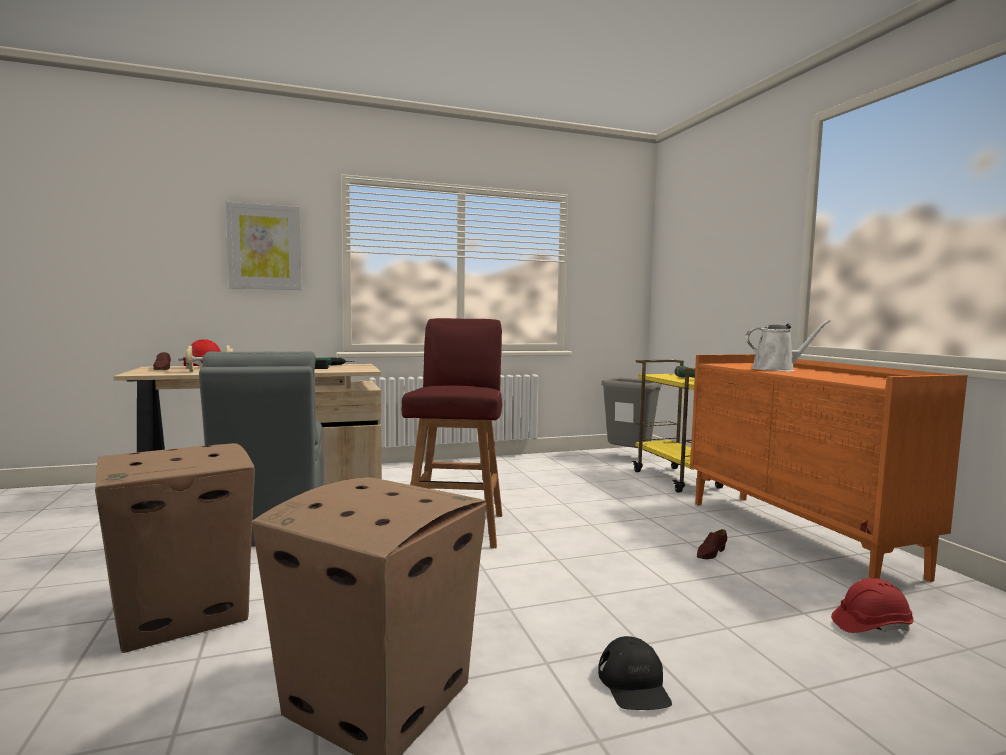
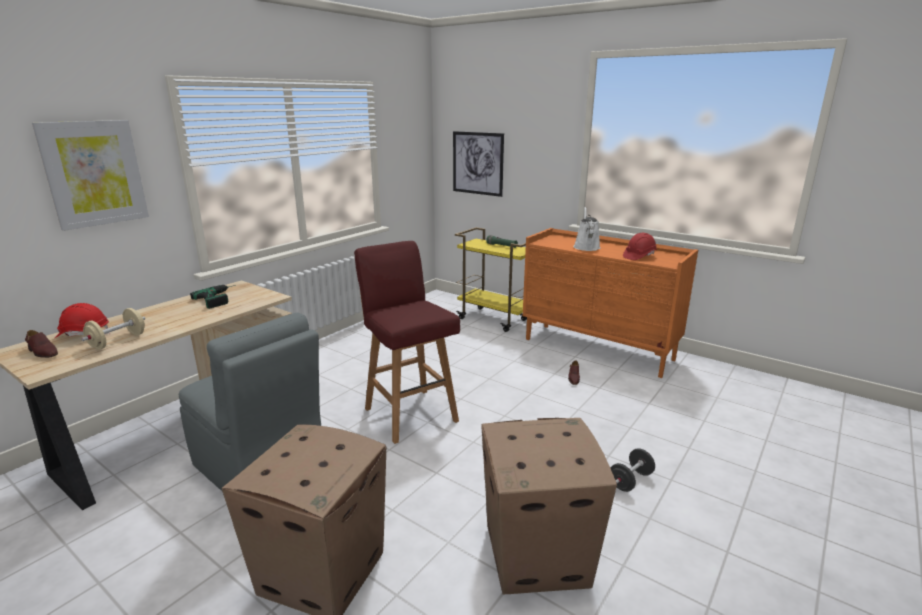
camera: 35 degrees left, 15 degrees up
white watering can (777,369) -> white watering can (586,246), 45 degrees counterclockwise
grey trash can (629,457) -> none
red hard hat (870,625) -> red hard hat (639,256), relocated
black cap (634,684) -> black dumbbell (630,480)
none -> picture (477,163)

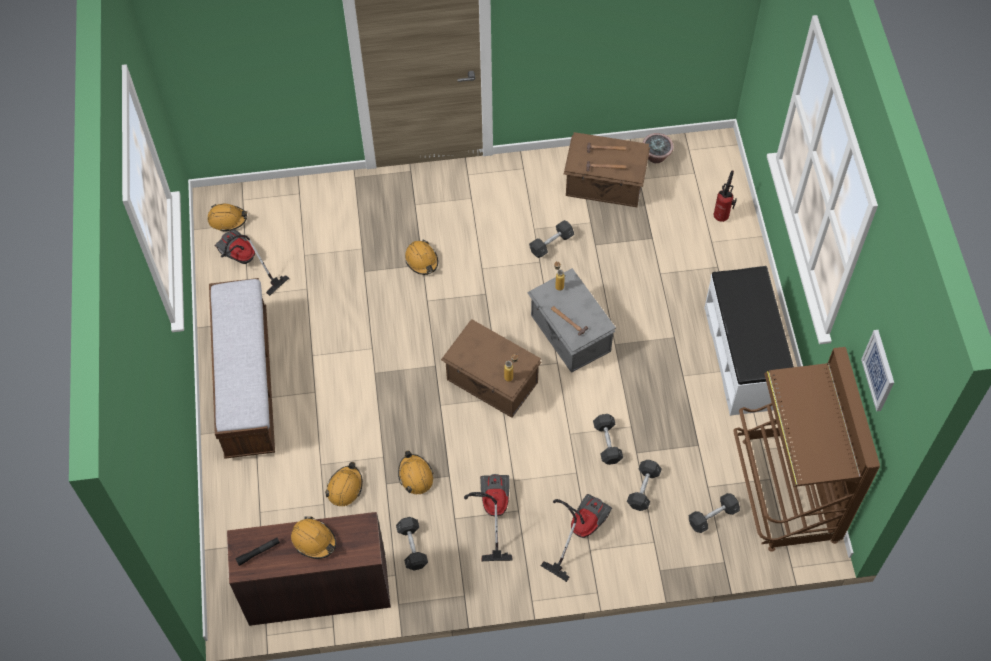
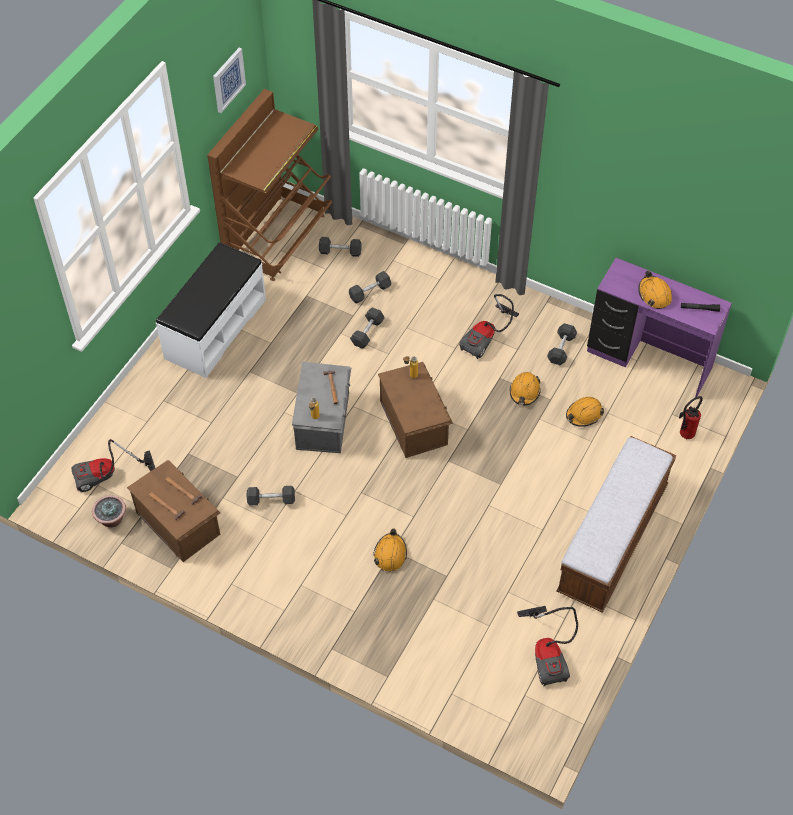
camera: 145 degrees left, 5 degrees down
fire extinguisher (722,215) -> fire extinguisher (684,435), relocated
orange hard hat (227,219) -> none
vacuum cleaner (578,530) -> vacuum cleaner (107,477), relocated
brown desk (317,590) -> purple desk (648,361)

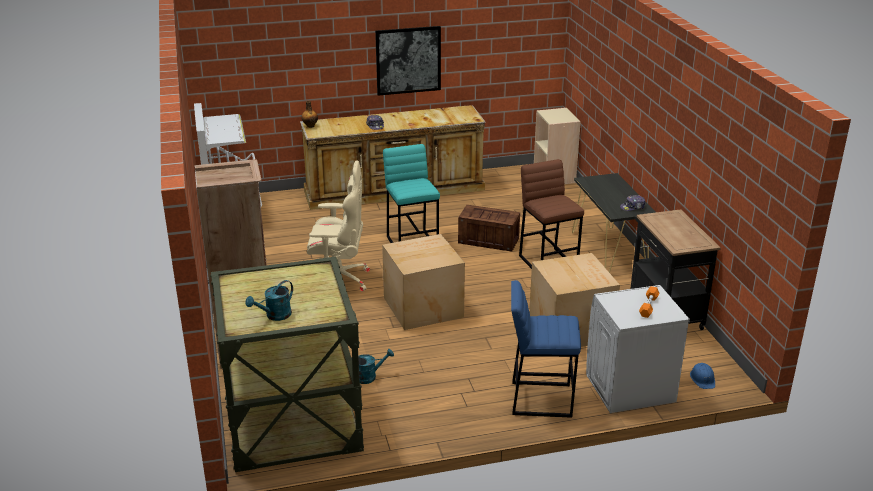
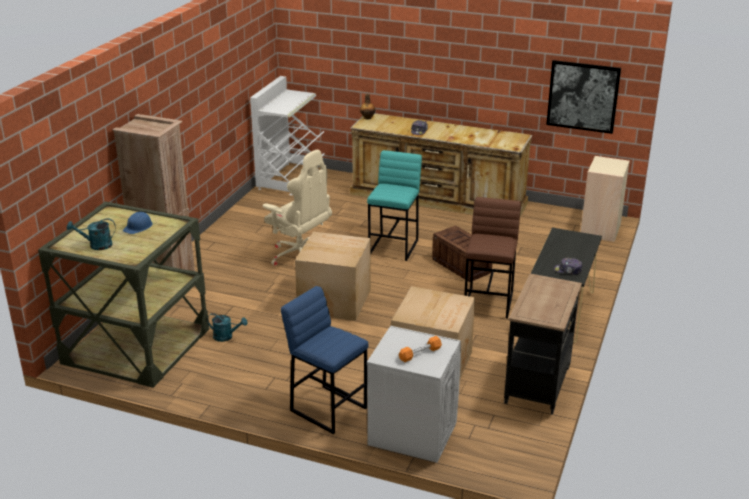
camera: 35 degrees right, 0 degrees up
picture (408,60) -> picture (583,96), relocated
blue hard hat (702,379) -> blue hard hat (138,227), relocated

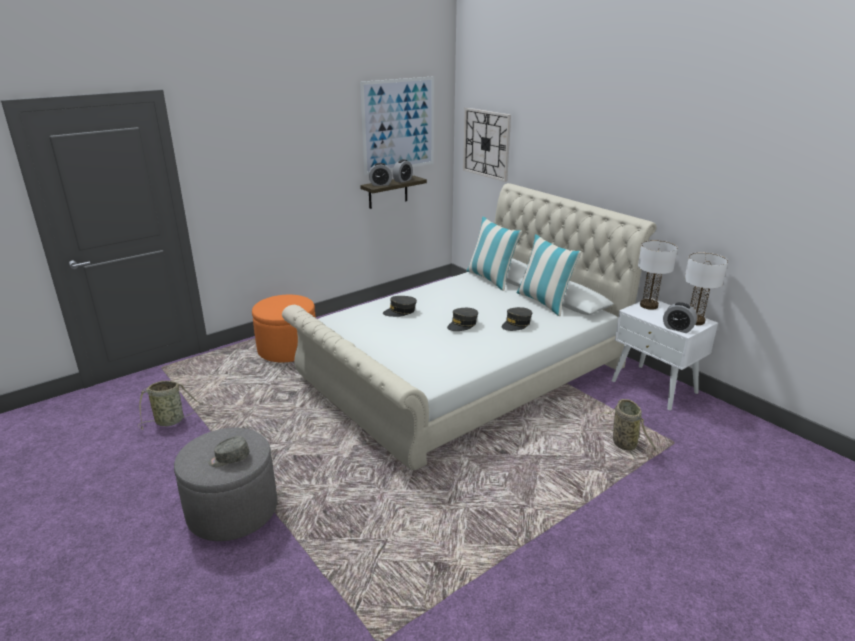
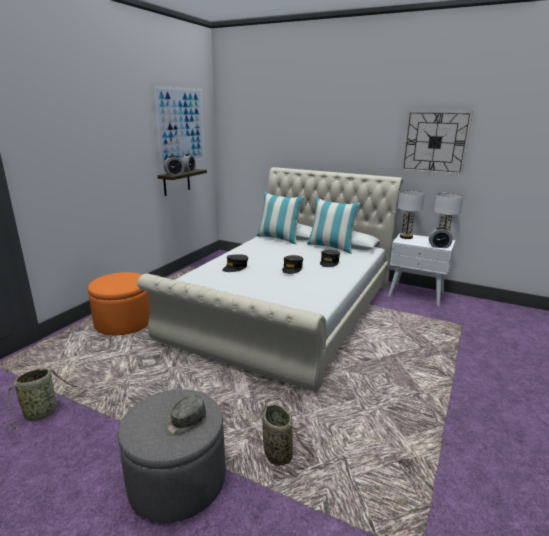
camera: 25 degrees left, 5 degrees down
wall clock (486,144) -> wall clock (435,142), relocated
basket (622,442) -> basket (276,454), relocated

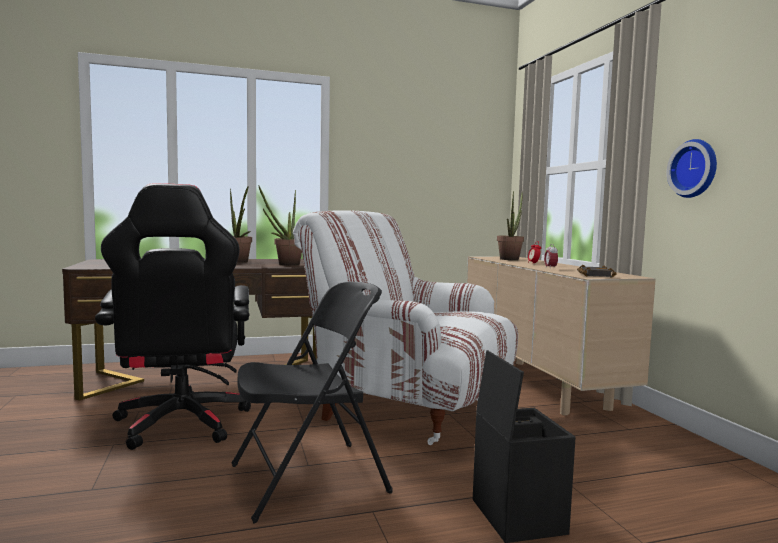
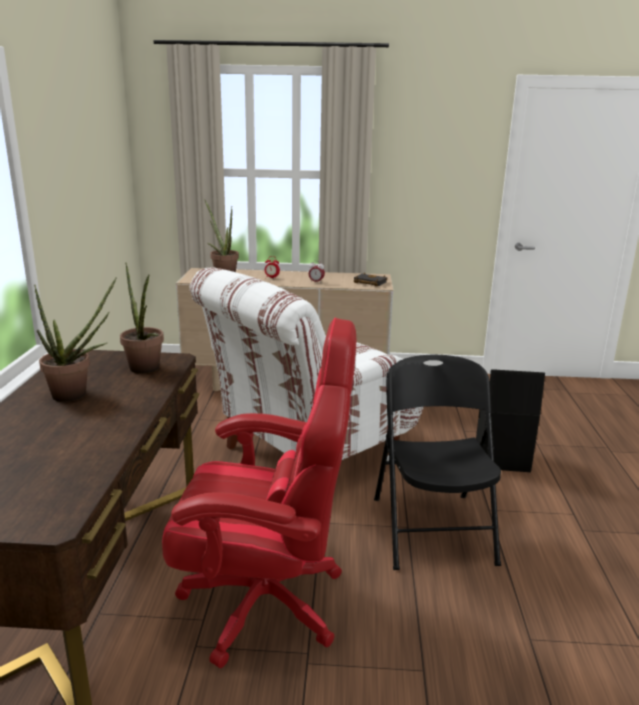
camera: 70 degrees left, 15 degrees up
wall clock (695,169) -> none
black office chair (182,422) -> red office chair (263,603)

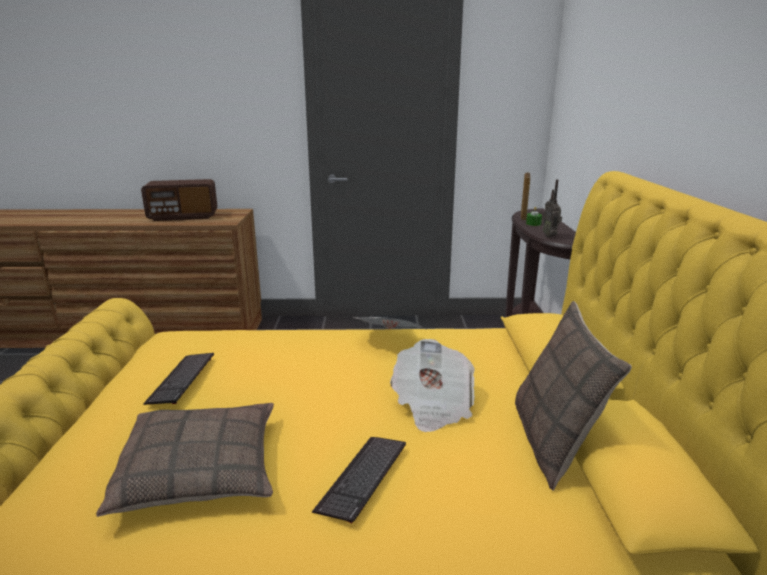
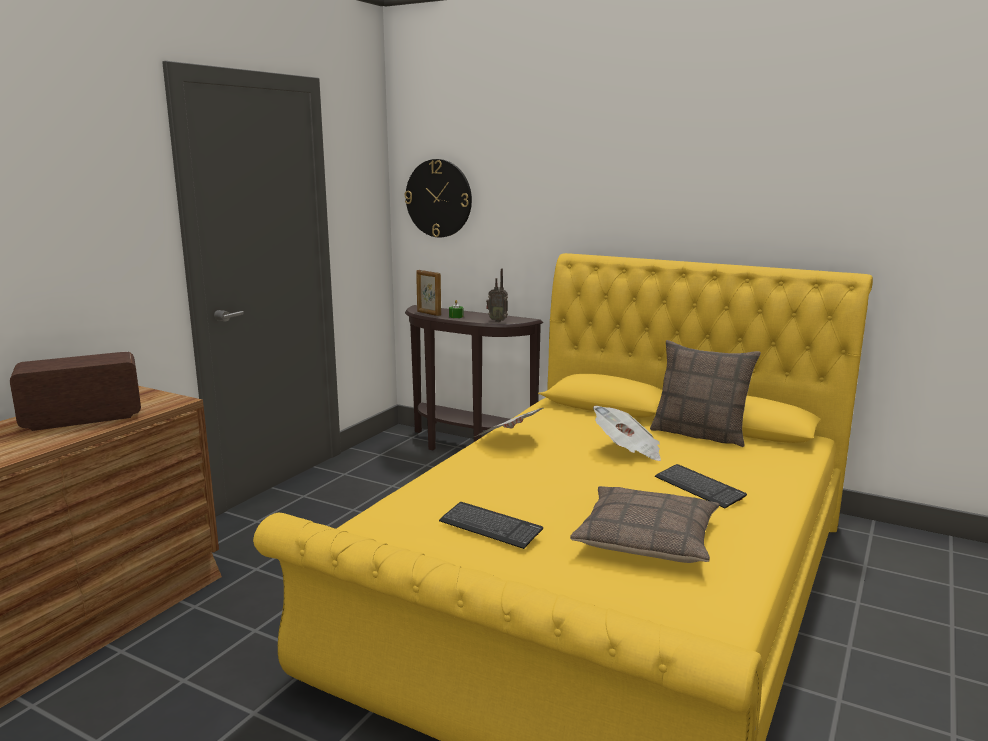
camera: 60 degrees left, 5 degrees down
radio (183,217) -> radio (82,418), 135 degrees counterclockwise
none -> wall clock (439,198)

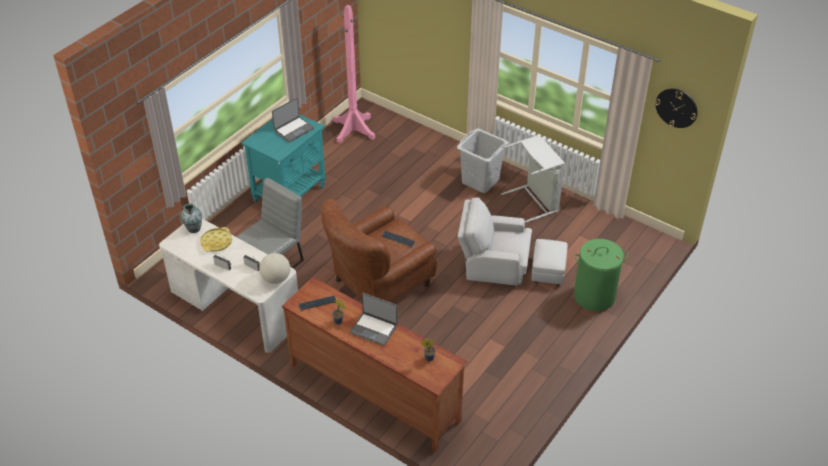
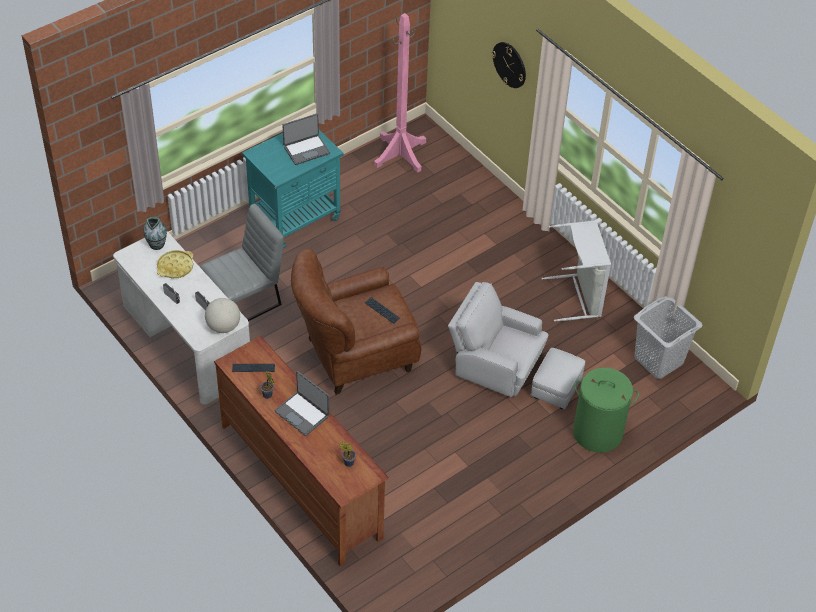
camera: 15 degrees right, 5 degrees up
wall clock (676,107) -> wall clock (509,64), relocated
grey laundry basket (480,181) -> grey laundry basket (658,360), relocated

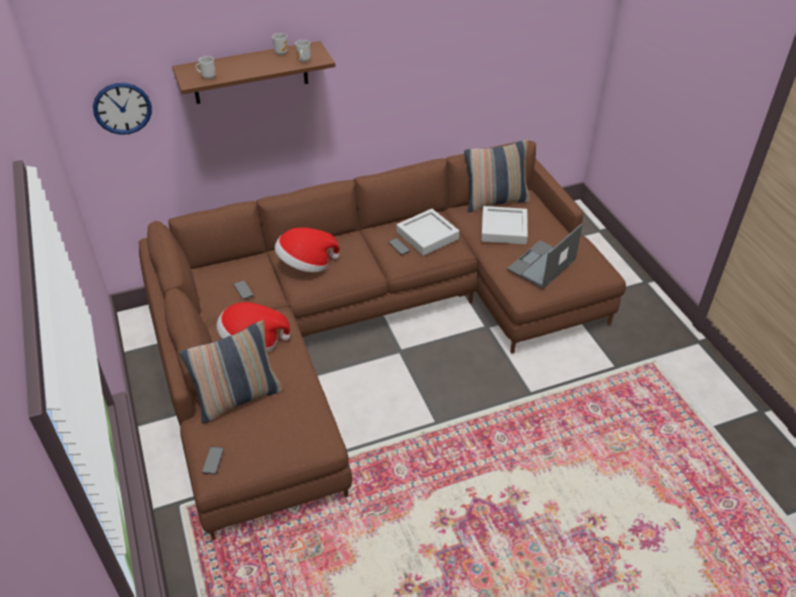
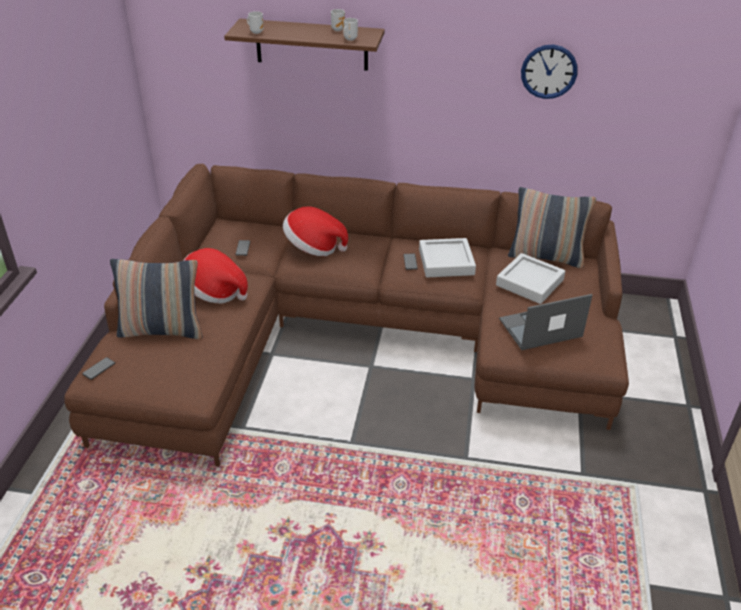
camera: 30 degrees right, 5 degrees down
wall clock (122,108) -> wall clock (549,71), relocated

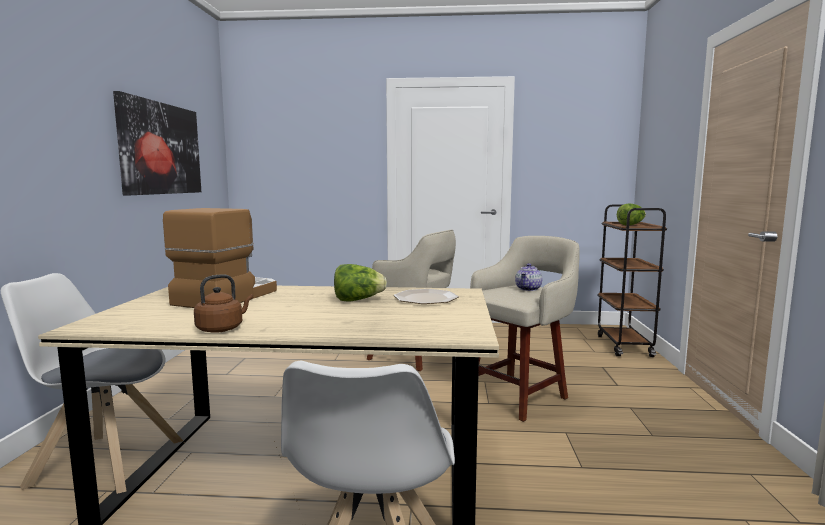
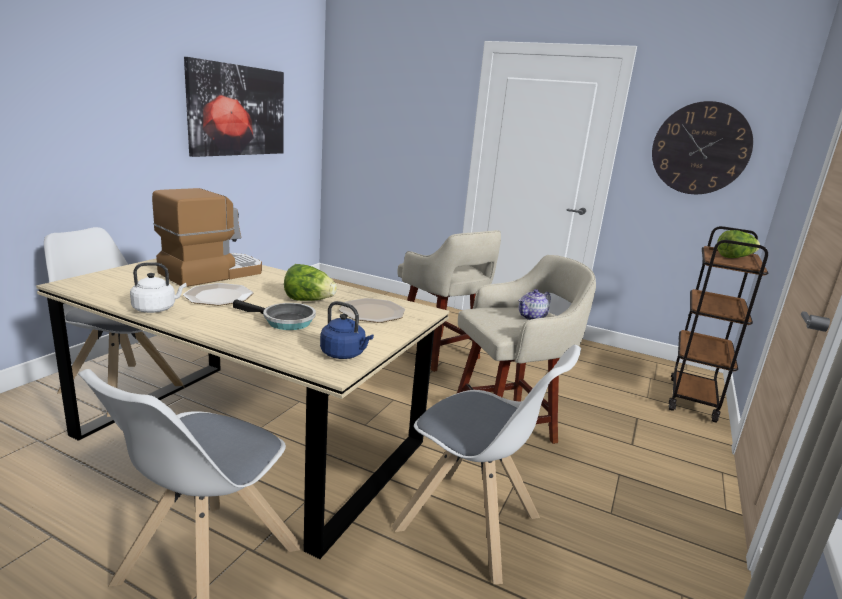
camera: 20 degrees right, 10 degrees up
brown kettle (222,328) -> white kettle (156,309)
none -> wall clock (700,148)
none -> plate (218,296)
none -> frying pan (284,321)
none -> blue kettle (344,354)
none -> chair (472,525)

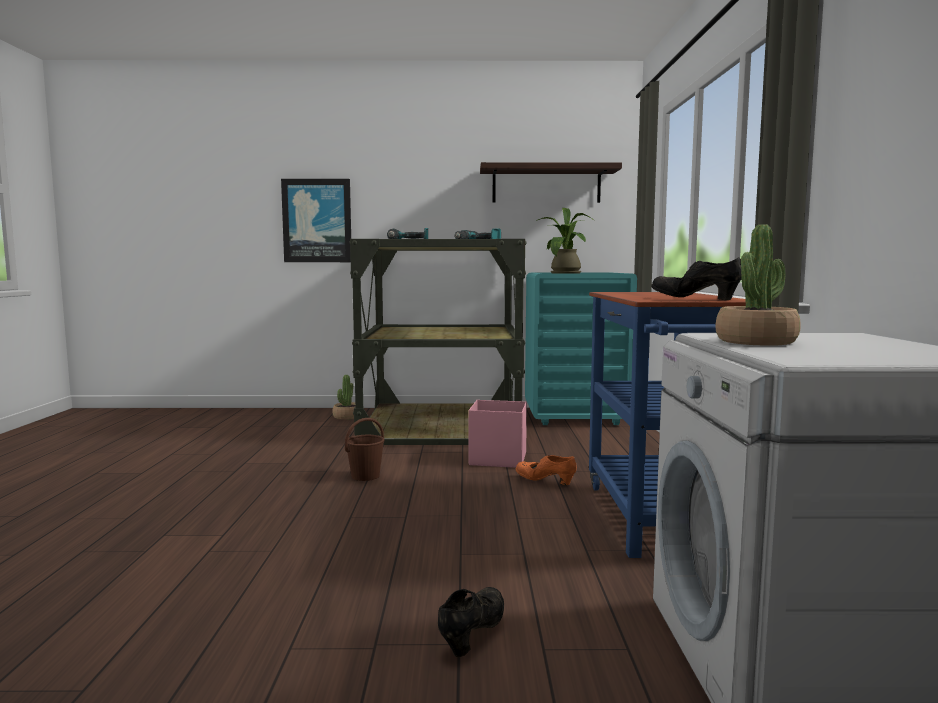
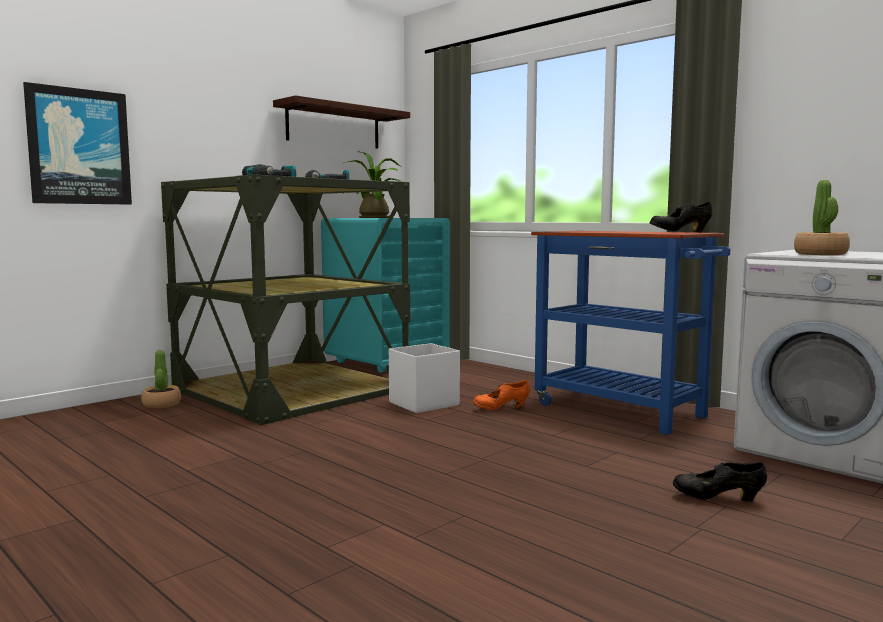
camera: 45 degrees left, 0 degrees up
pink storage box (497,459) -> white storage box (423,403)
brown bucket (366,476) -> none
black shoe (473,634) -> black shoe (717,499), 60 degrees counterclockwise

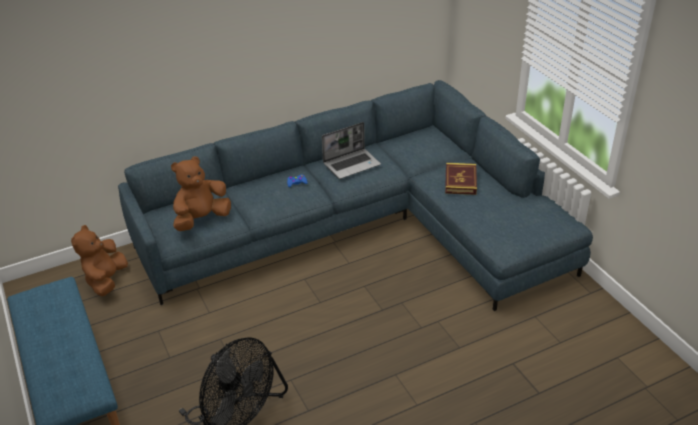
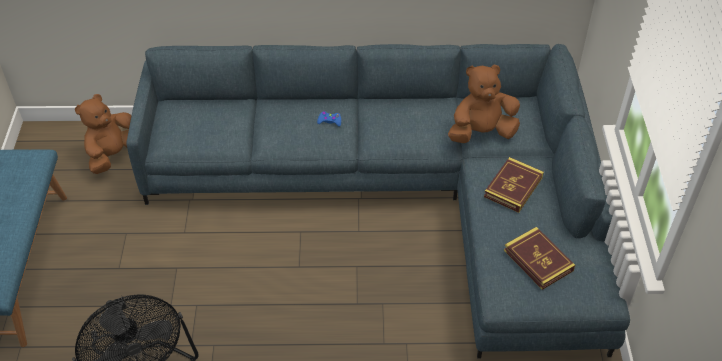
camera: 25 degrees right, 10 degrees up
laptop (352,164) -> none
brown plush toy (201,219) -> brown plush toy (481,133), relocated
none -> book (538,260)

